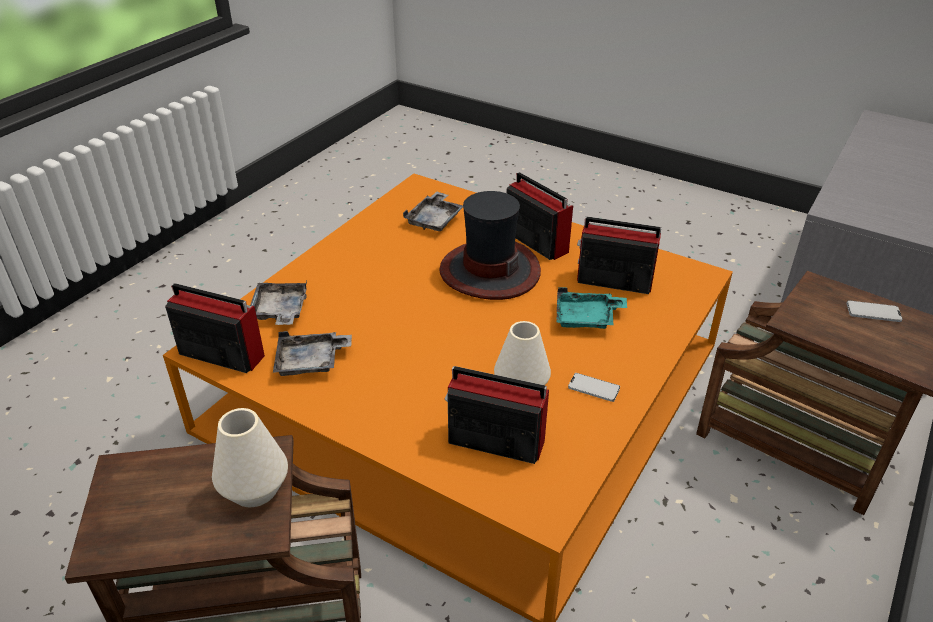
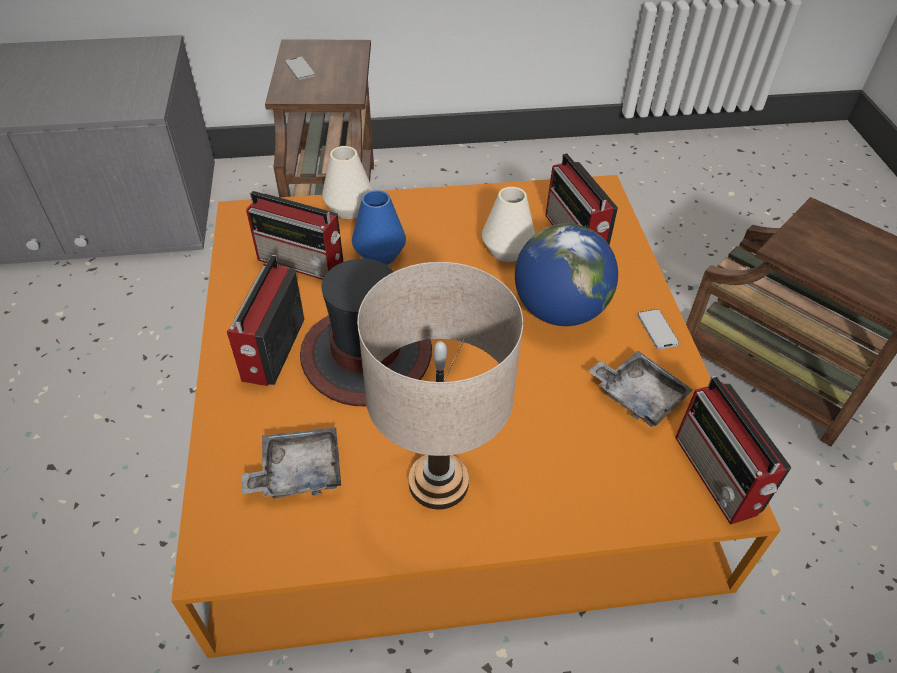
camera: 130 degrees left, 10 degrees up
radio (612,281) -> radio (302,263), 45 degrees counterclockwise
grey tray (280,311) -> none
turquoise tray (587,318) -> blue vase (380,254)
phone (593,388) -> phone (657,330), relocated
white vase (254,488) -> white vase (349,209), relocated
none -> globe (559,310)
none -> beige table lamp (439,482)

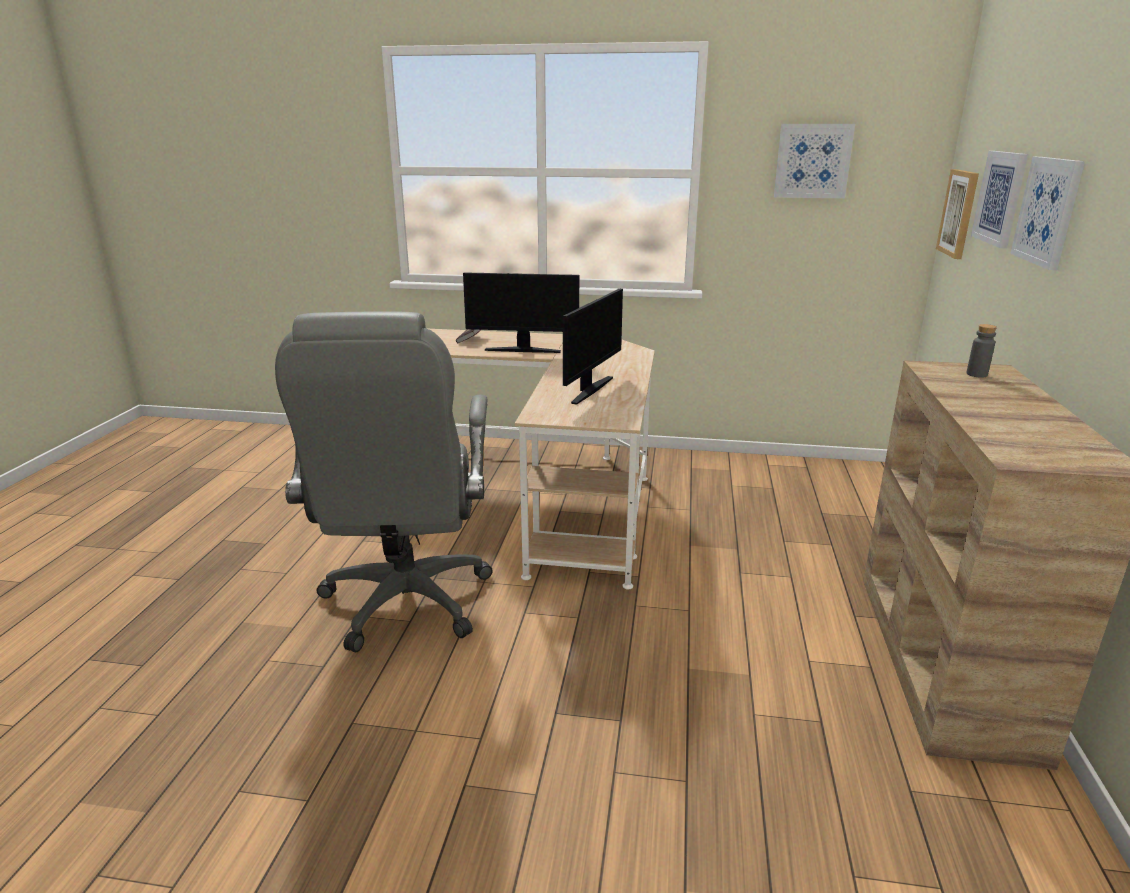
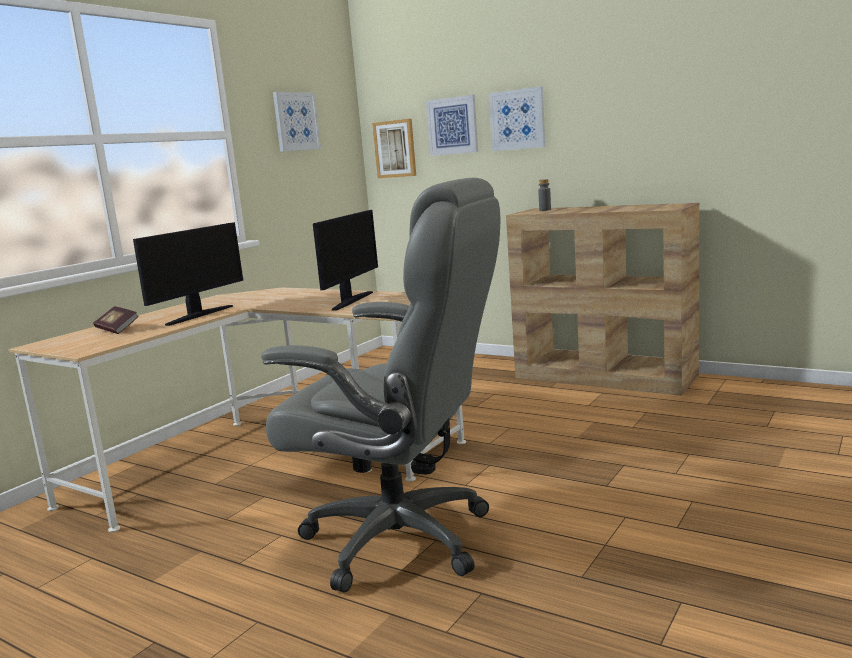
camera: 65 degrees left, 10 degrees down
monitor (590,390) -> monitor (350,301), 60 degrees clockwise

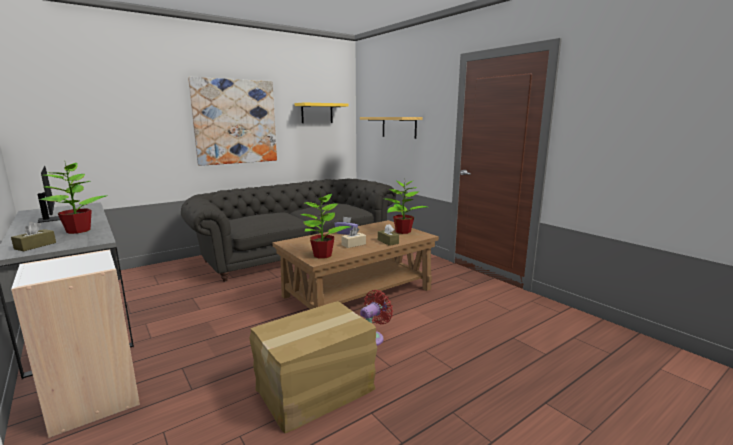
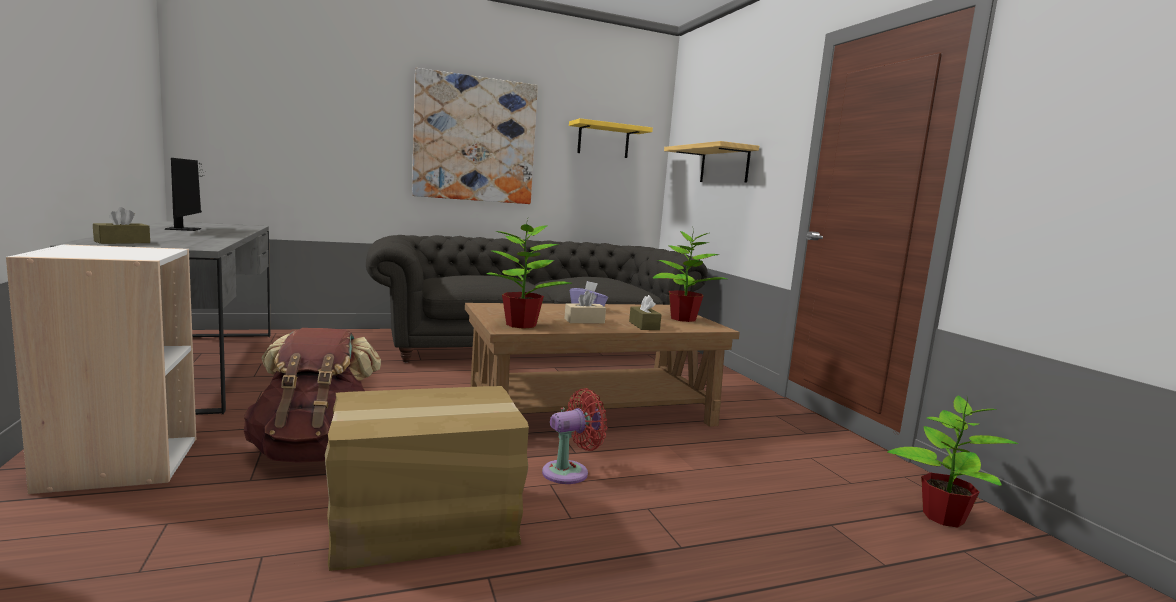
camera: 15 degrees right, 5 degrees down
potted plant (78,230) -> potted plant (942,517), relocated
none -> brown backpack (316,453)

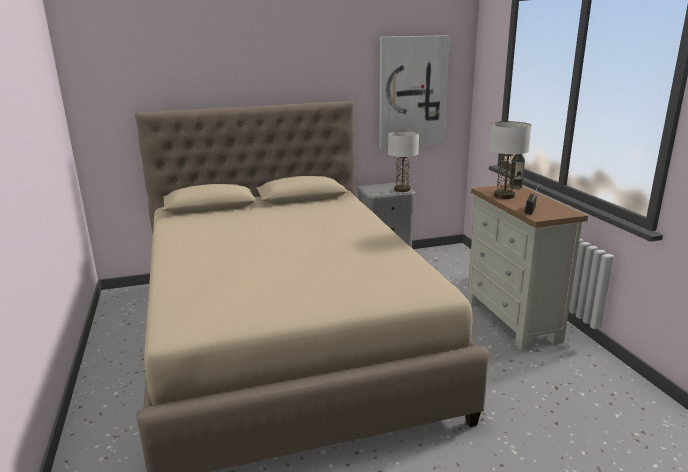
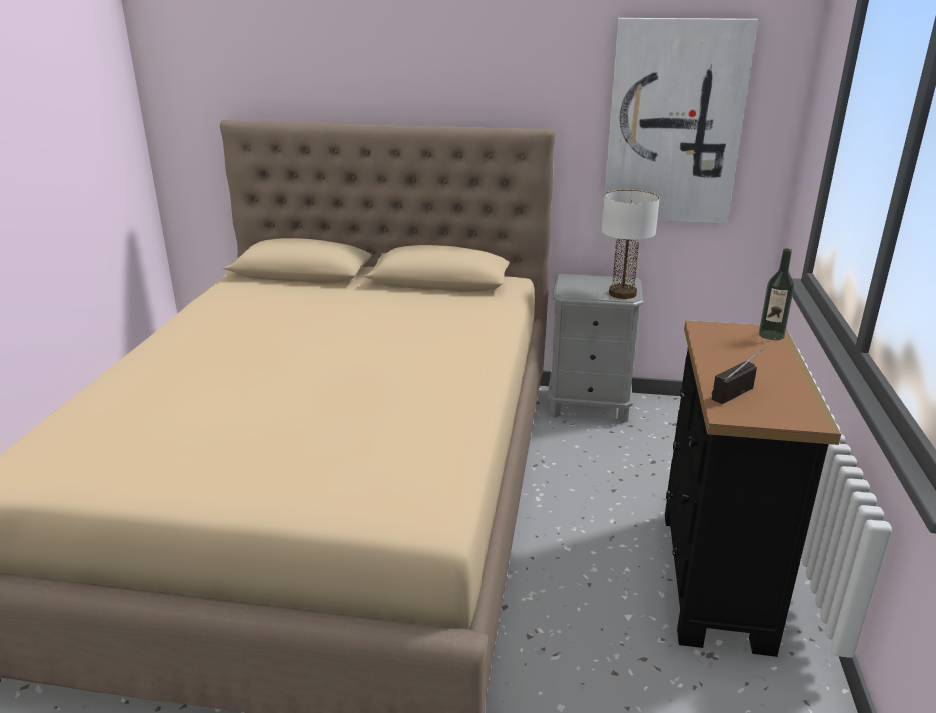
camera: 25 degrees right, 5 degrees up
table lamp (504,196) -> none
white dresser (511,320) -> black dresser (713,578)

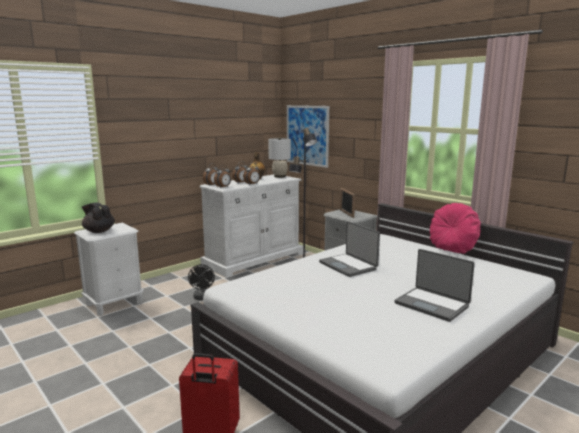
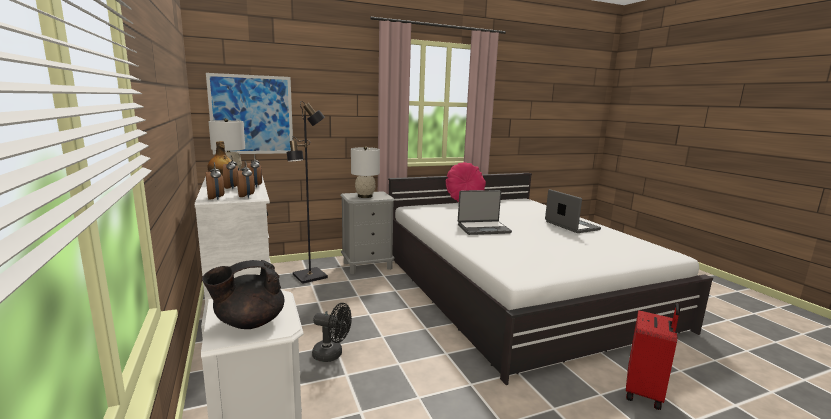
camera: 70 degrees left, 0 degrees up
picture frame (346,213) -> white table lamp (365,196)
laptop (432,304) -> laptop (571,226), 90 degrees counterclockwise

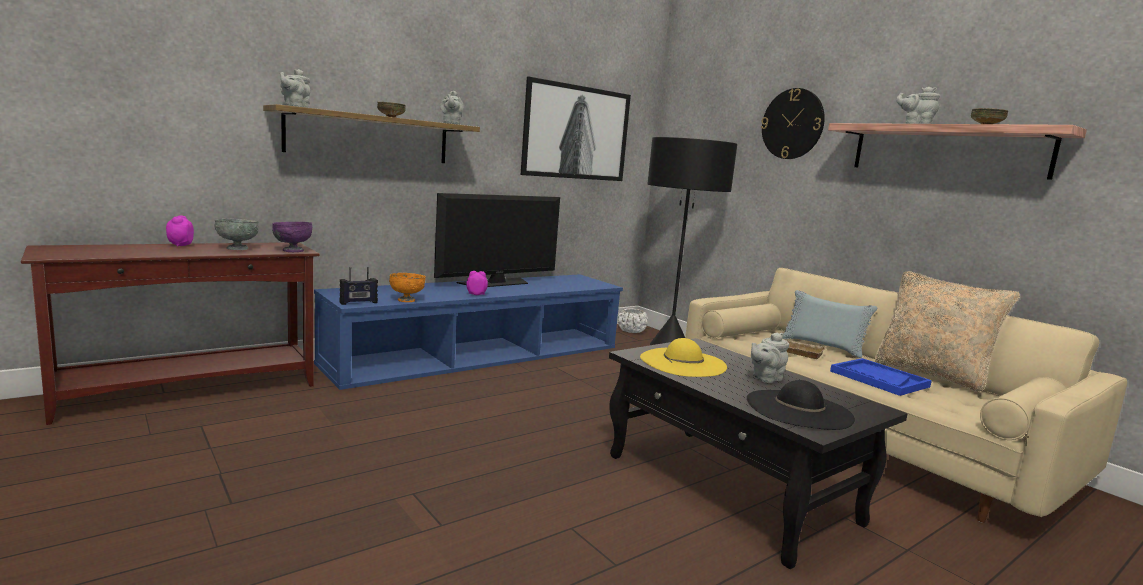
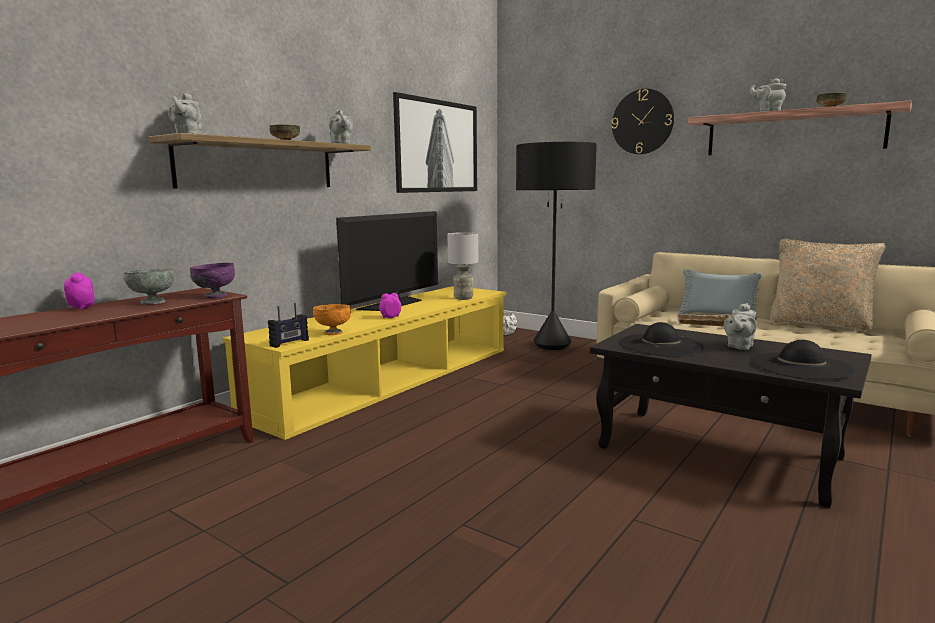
camera: 15 degrees left, 0 degrees up
blue tv stand (479,355) -> yellow tv stand (389,379)
yellow hat (683,362) -> black hat (660,345)
blue tray (878,379) -> none
none -> grey table lamp (463,298)

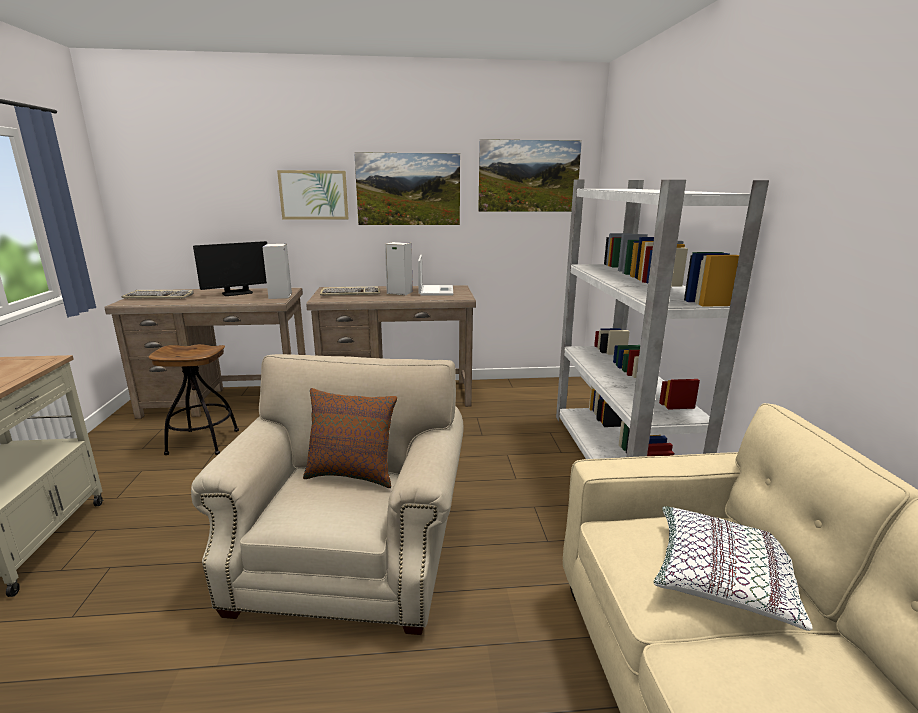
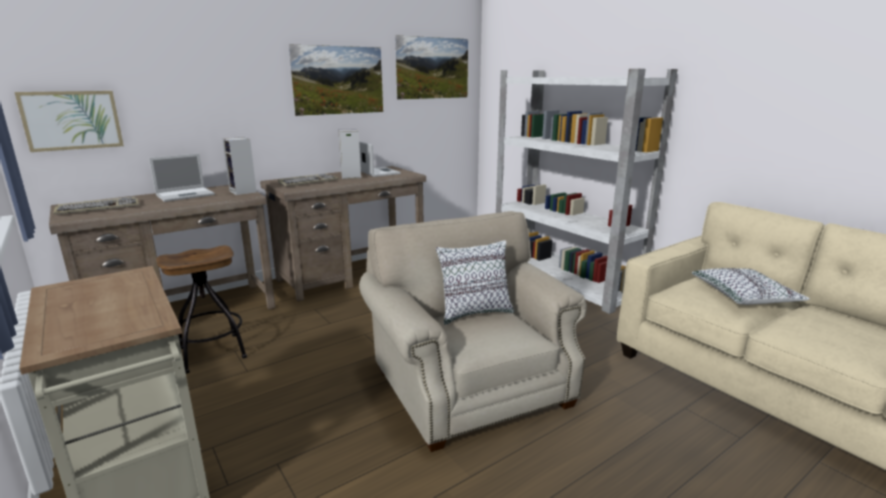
camera: 30 degrees left, 0 degrees up
picture (314,195) -> picture (72,120), relocated
monitor (237,293) -> laptop (186,194)
brown pillow (351,476) -> white pillow (475,314)

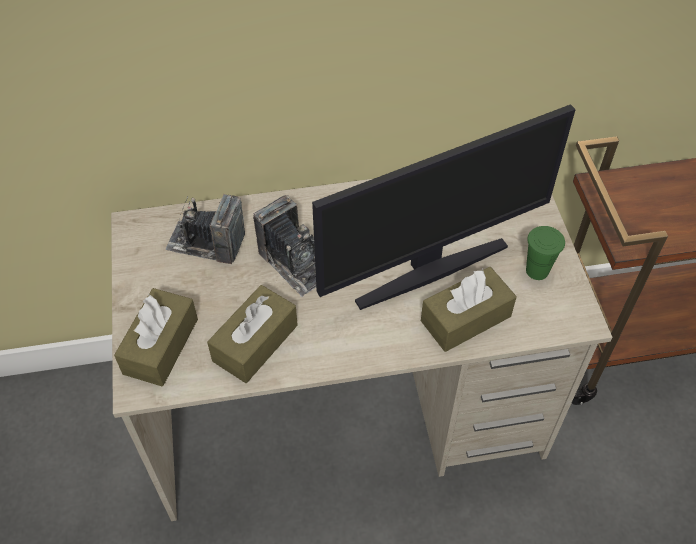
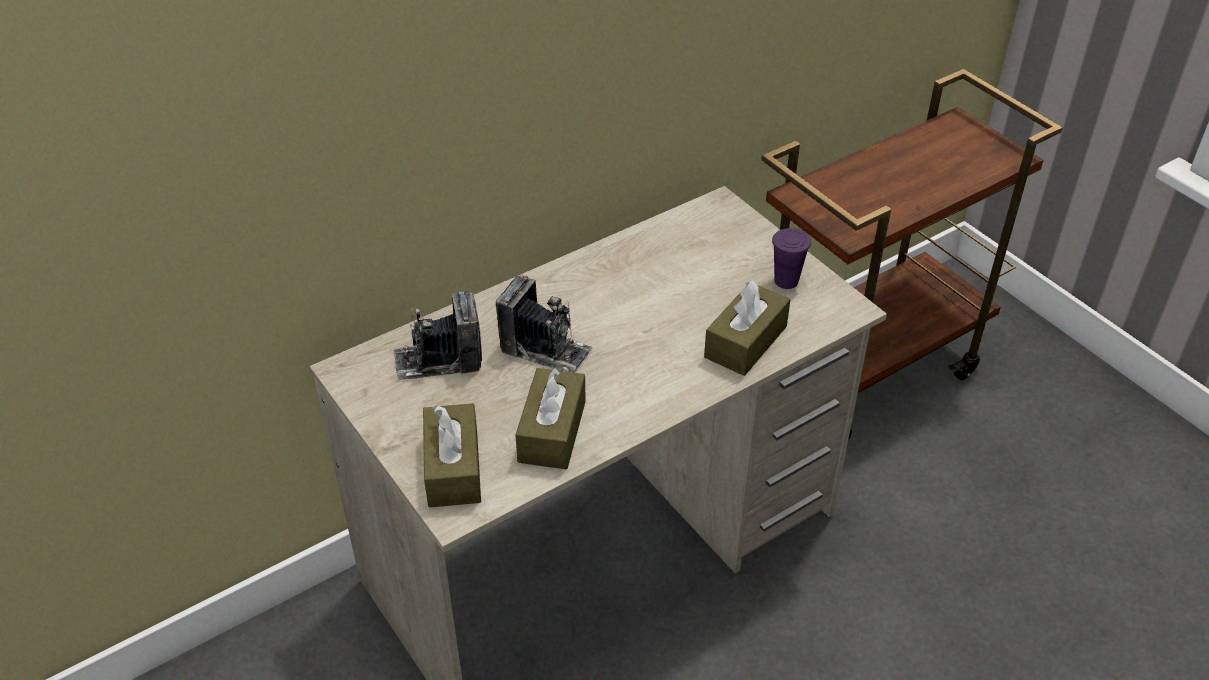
camera: 25 degrees left, 10 degrees down
monitor (430,269) -> none
green cup (537,271) -> purple cup (786,281)

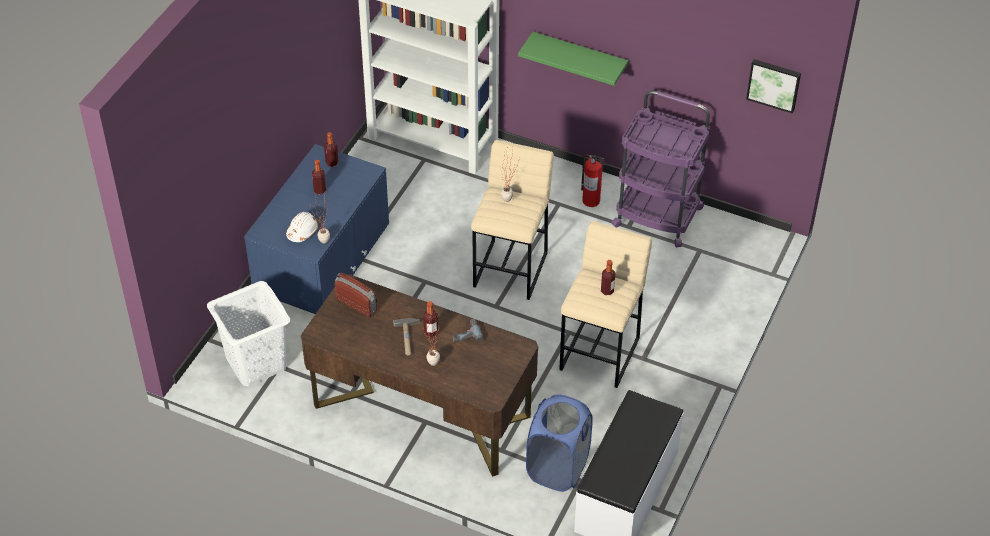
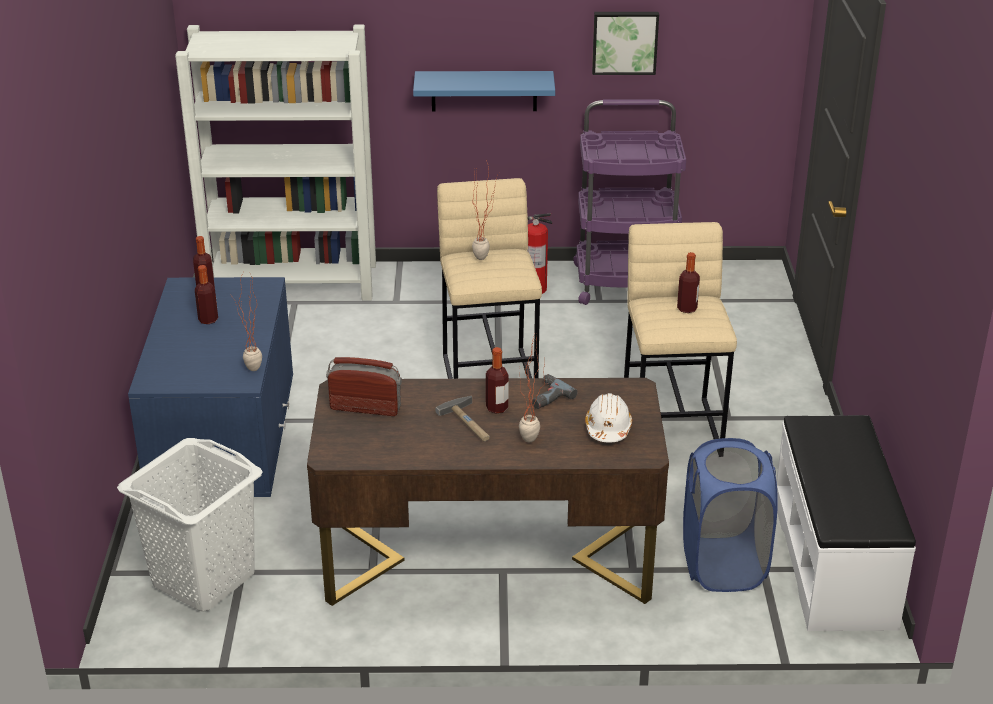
camera: 25 degrees left, 15 degrees down
green shelf (579,57) -> blue shelf (484,91)
picture (774,84) -> picture (624,42), relocated
white hard hat (302,231) -> white hard hat (608,428), relocated

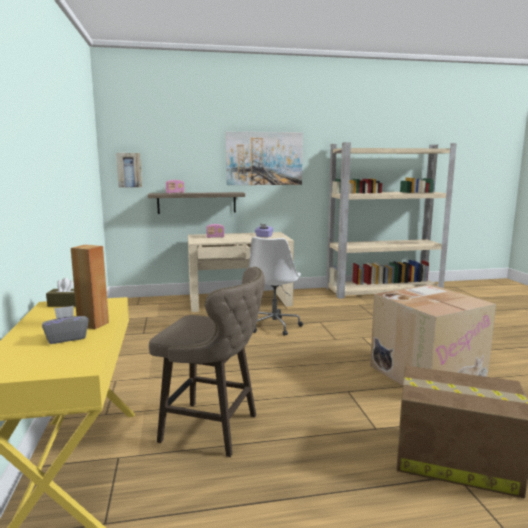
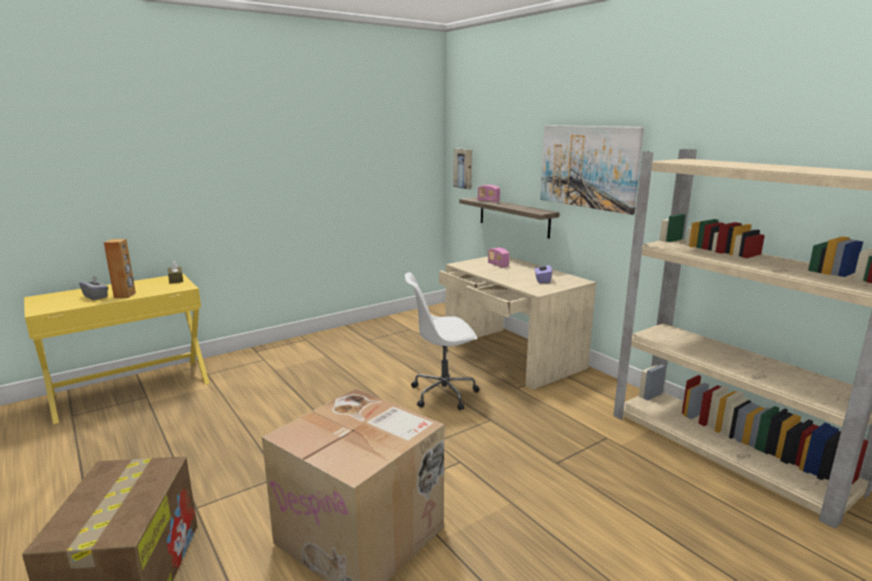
camera: 65 degrees right, 5 degrees up
beige stool (214,429) -> none

